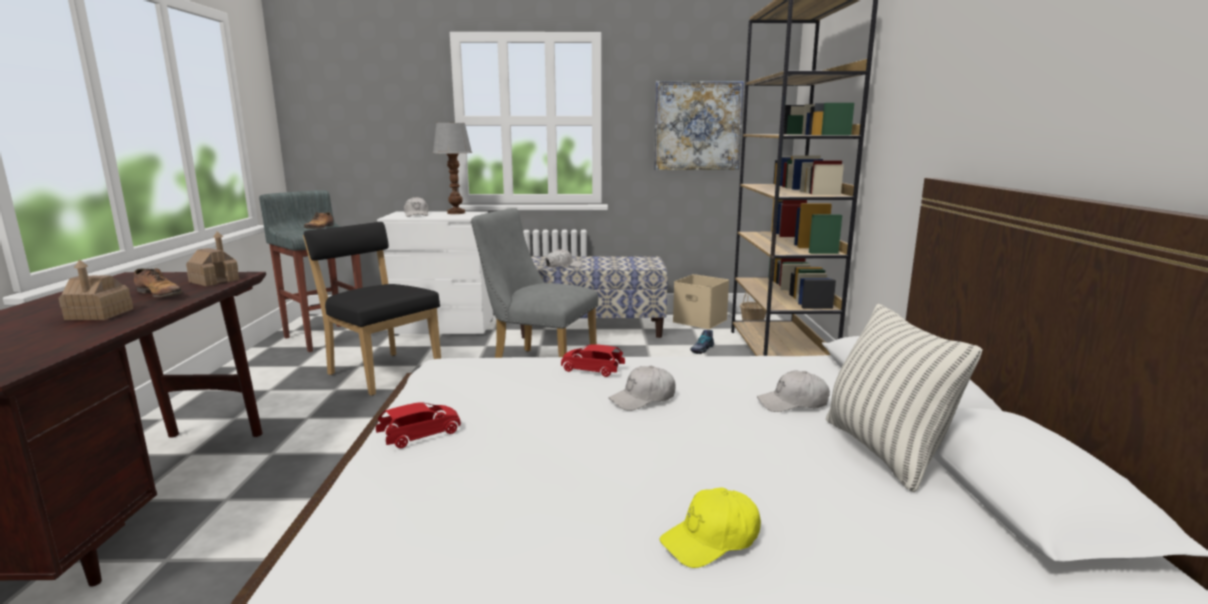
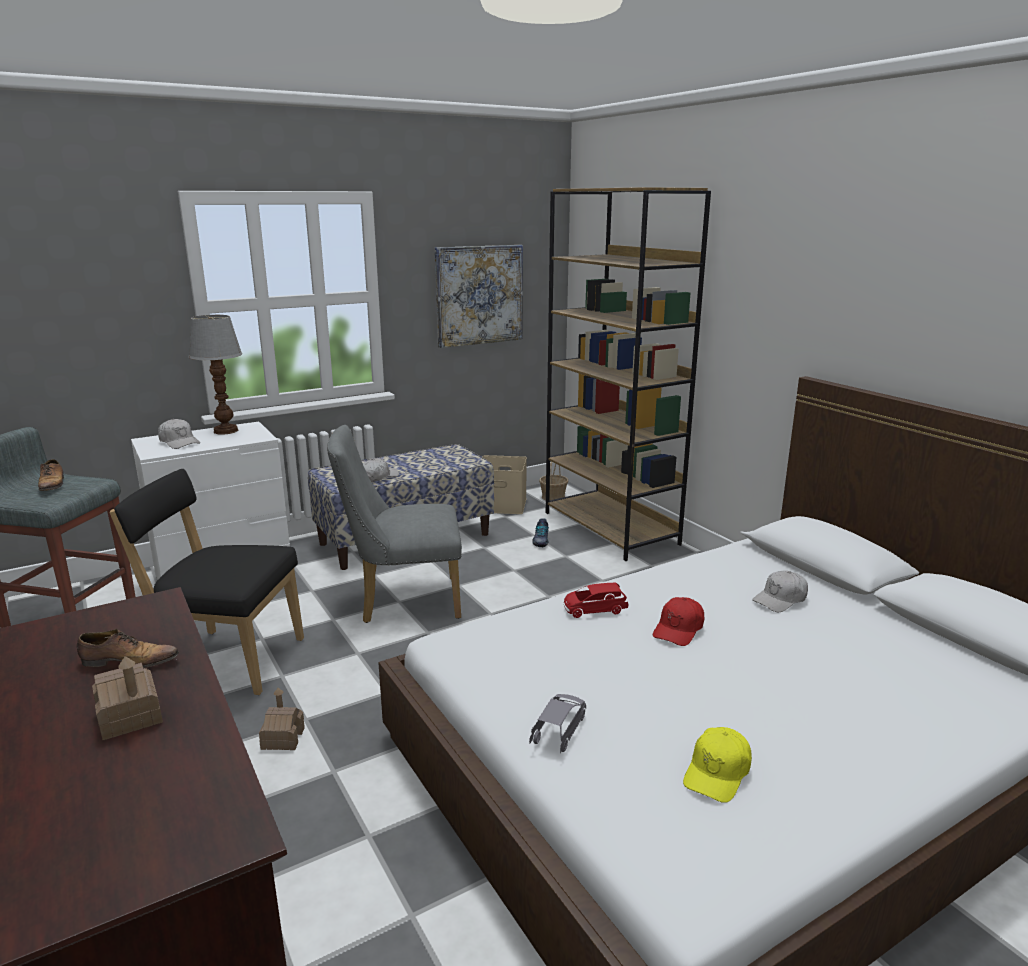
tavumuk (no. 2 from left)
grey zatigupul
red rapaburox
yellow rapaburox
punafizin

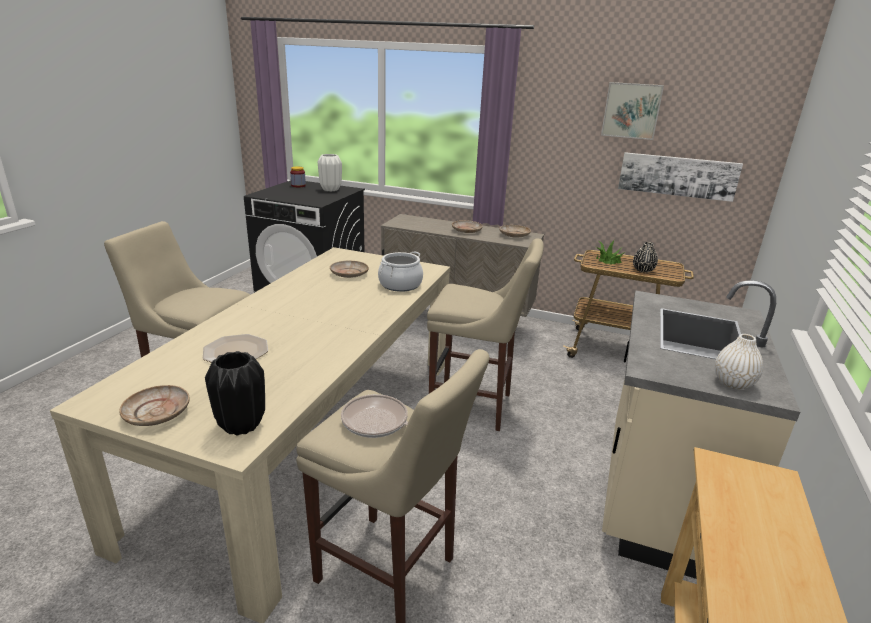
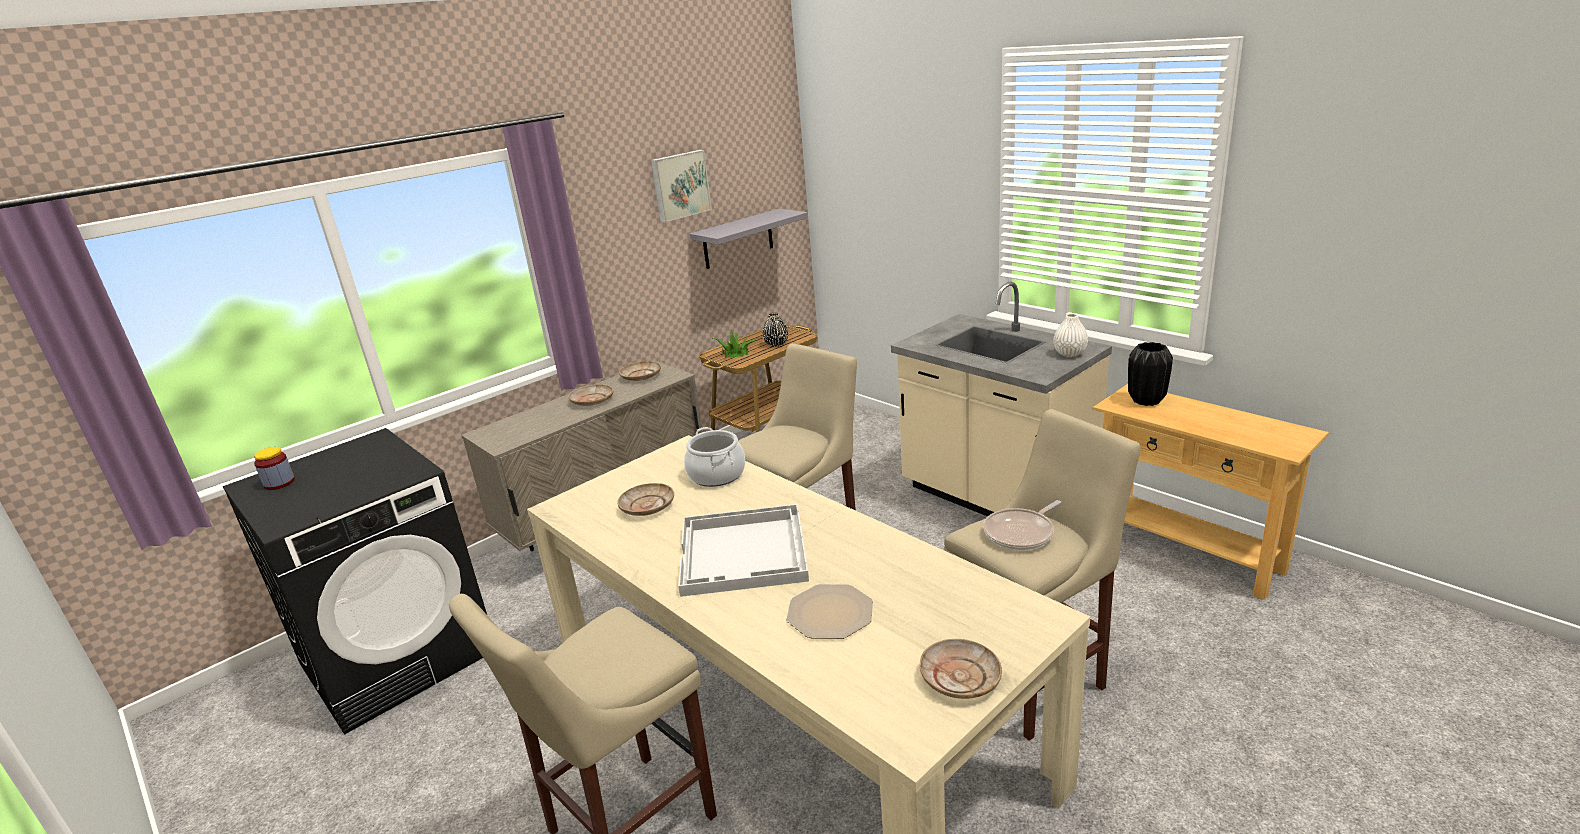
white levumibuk
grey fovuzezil
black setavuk (no. 2 from left)
white setavuk (no. 1 from left in the first image)

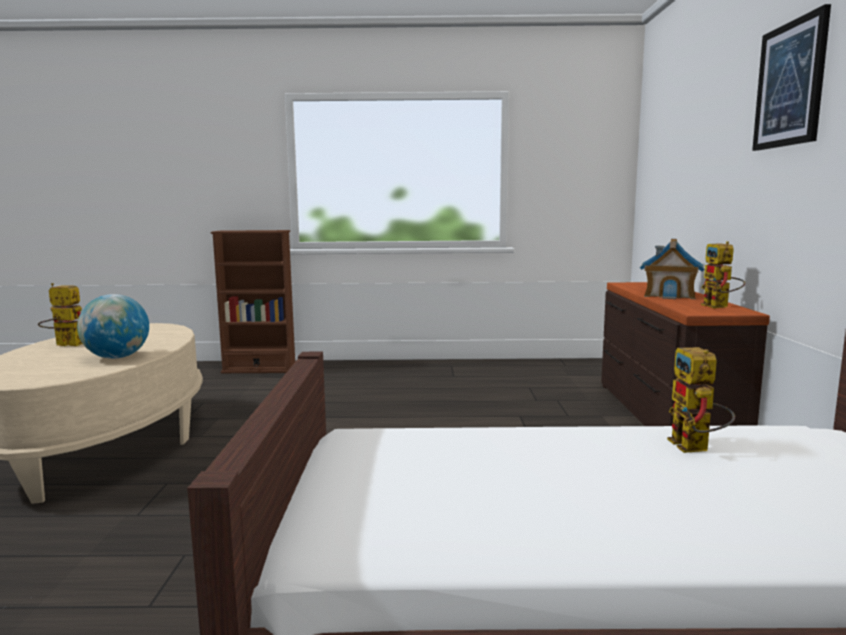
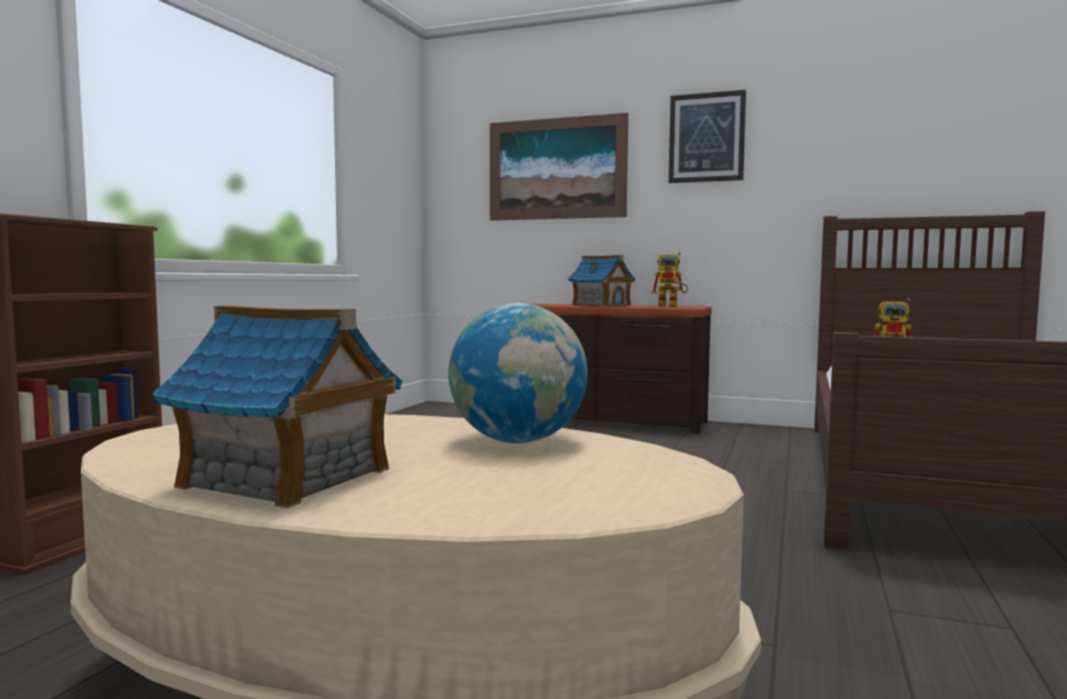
tavumuk (no. 1 from left)
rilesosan (no. 1 from left)

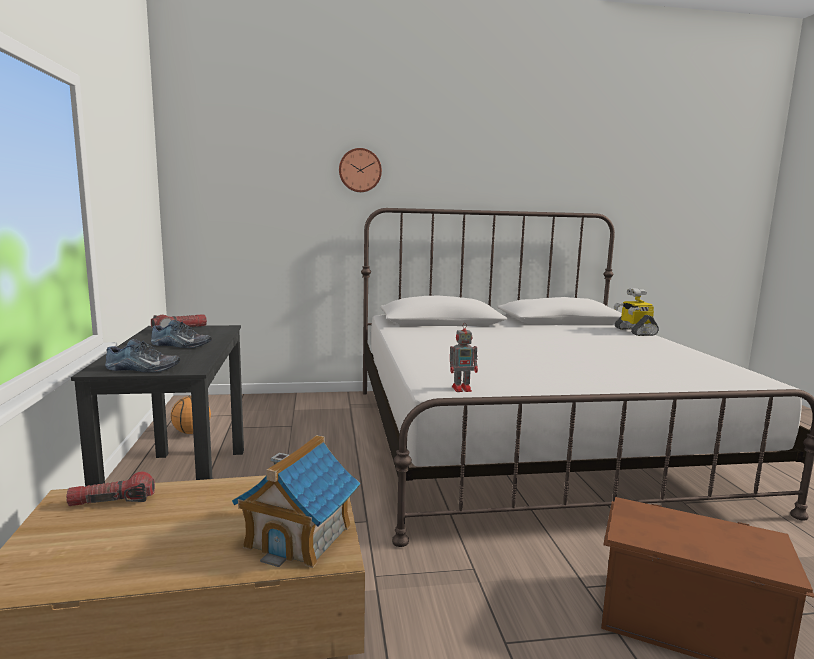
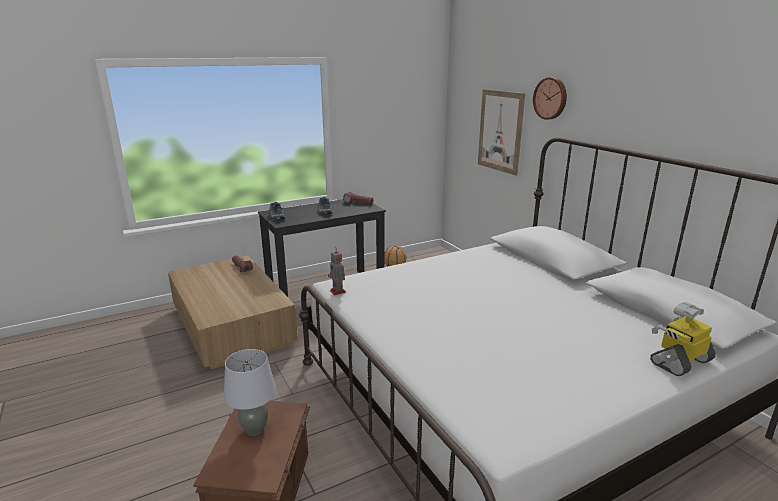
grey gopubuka
rilesosan
tavumuk

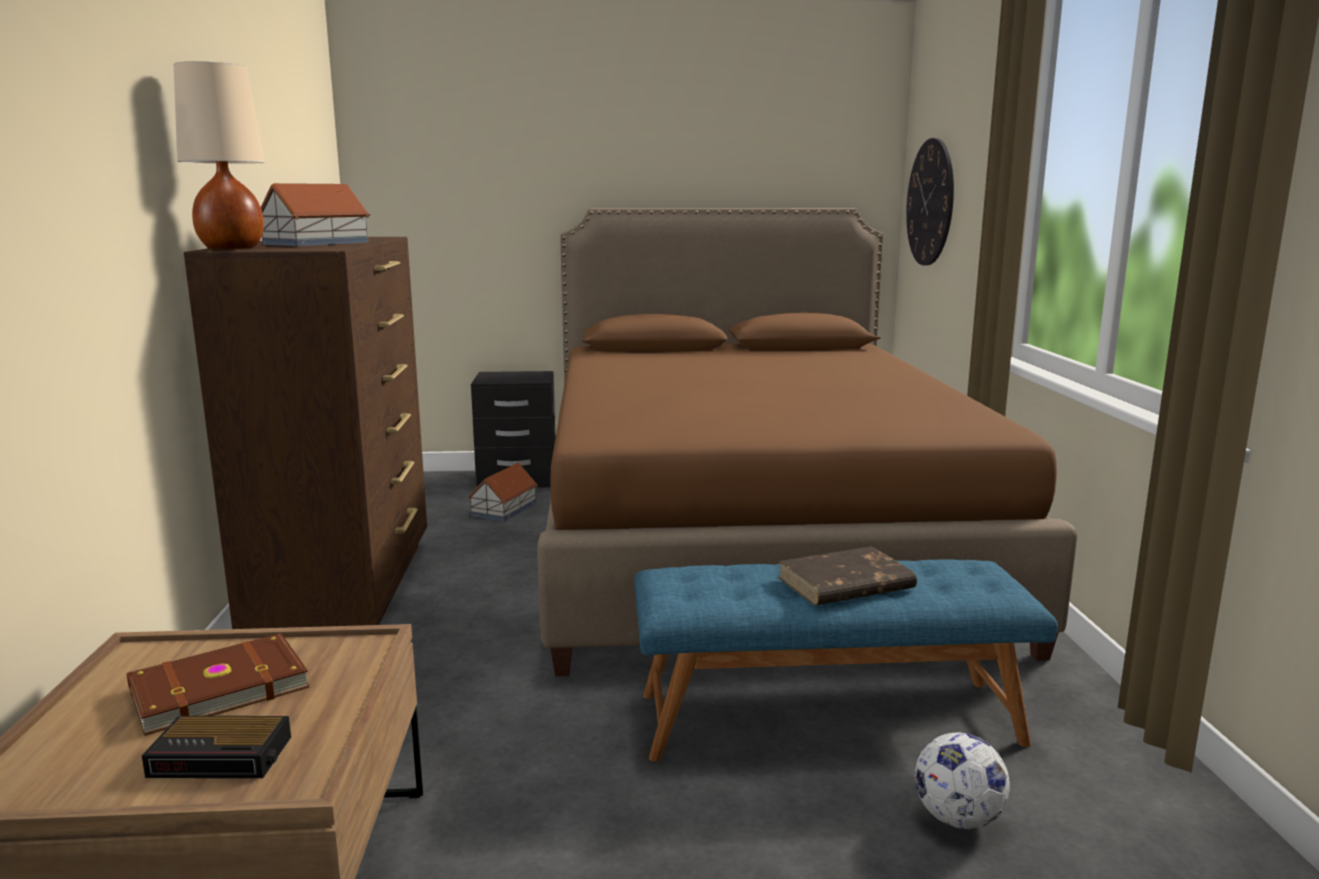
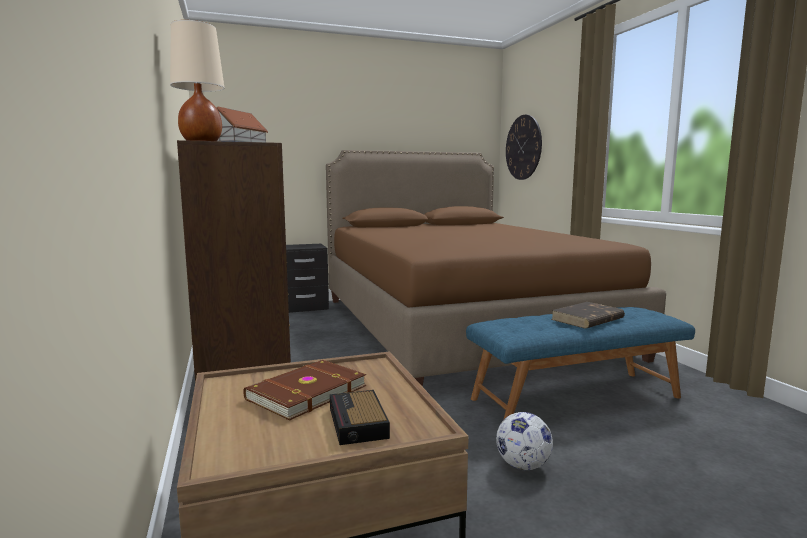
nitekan
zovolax
tavumuk (no. 2 from left in the first image)

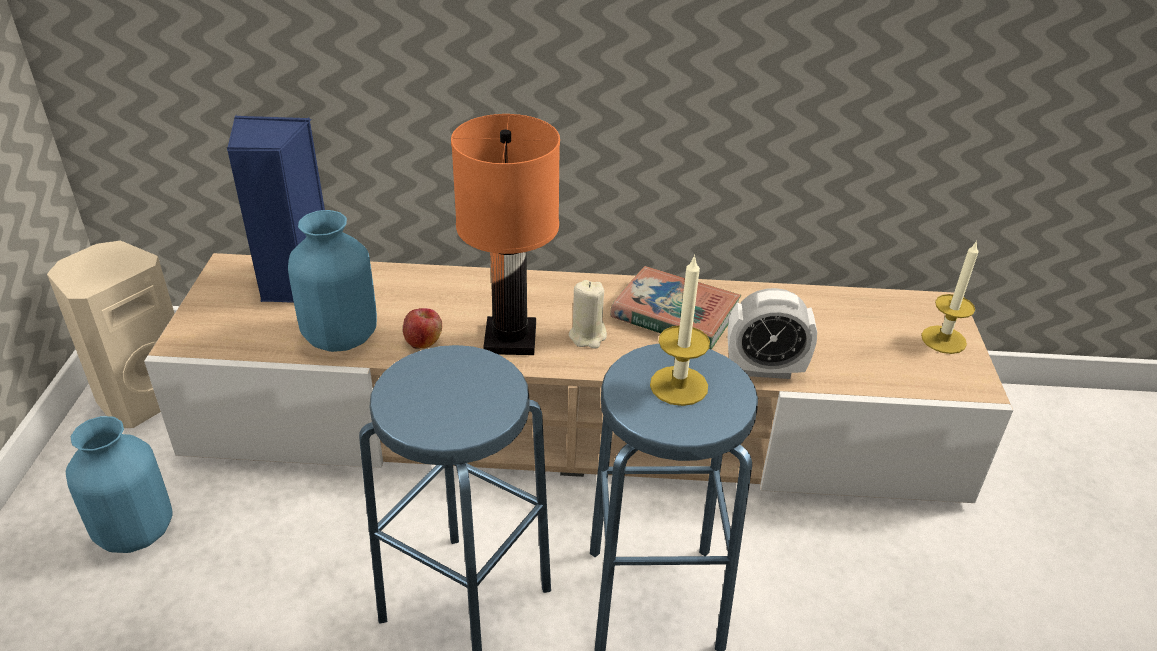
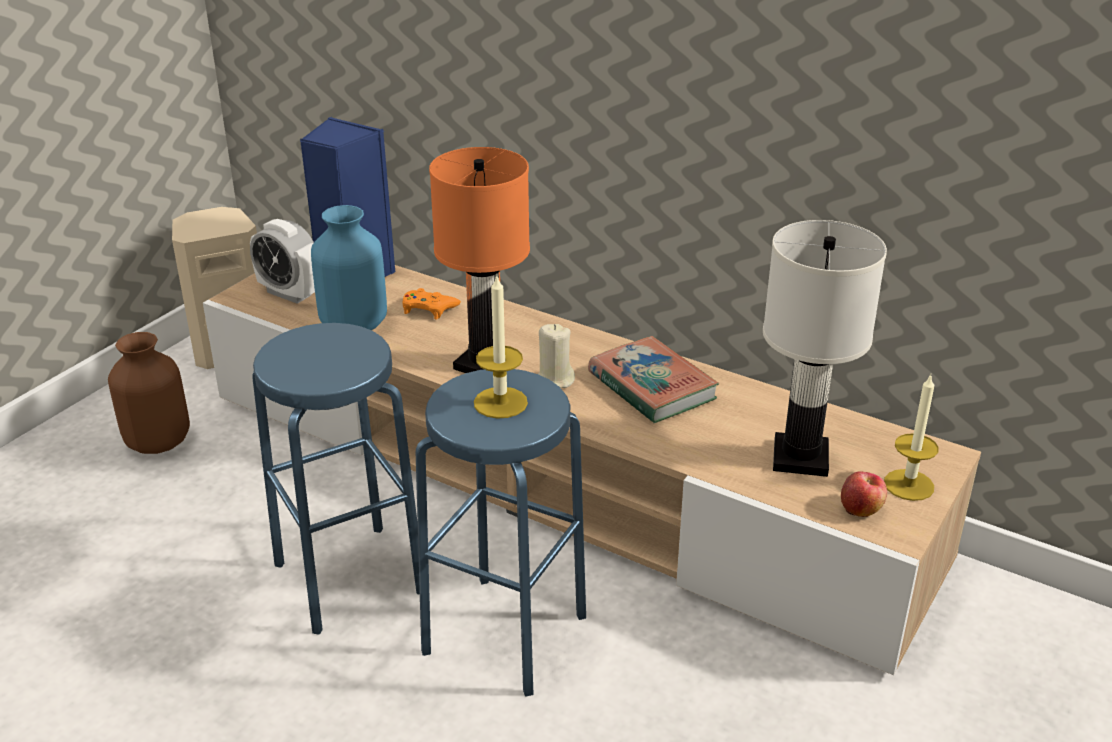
brown setavuk
nitekan
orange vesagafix
white gopubuka
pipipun

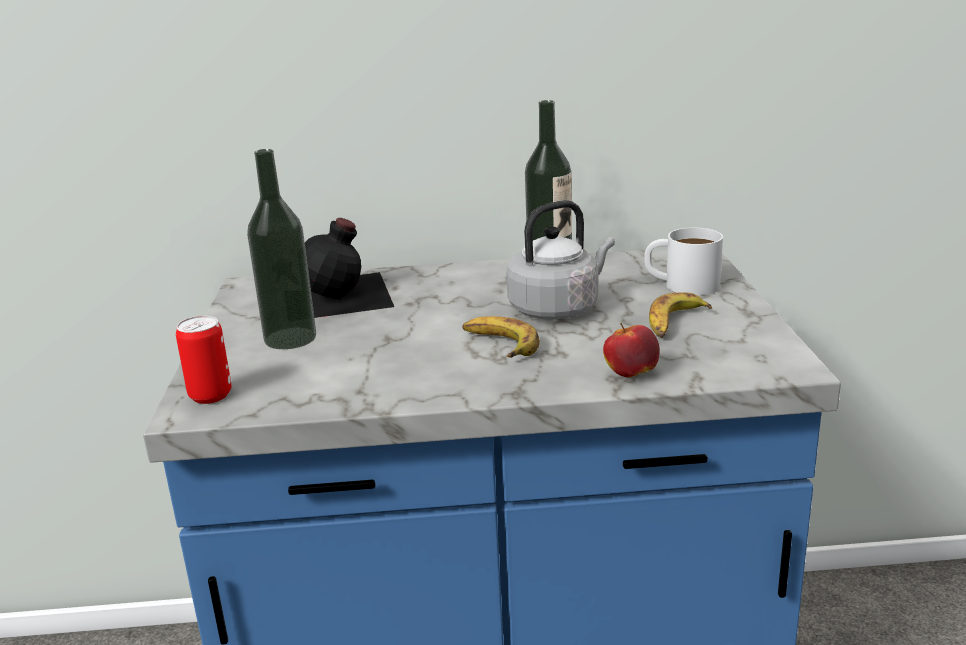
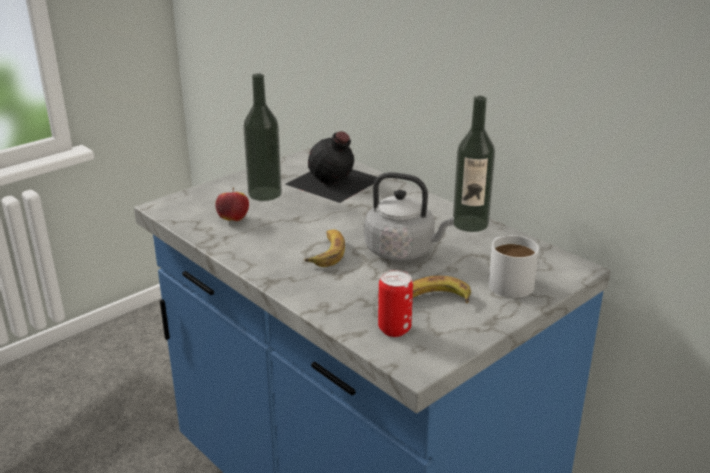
pipipun
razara

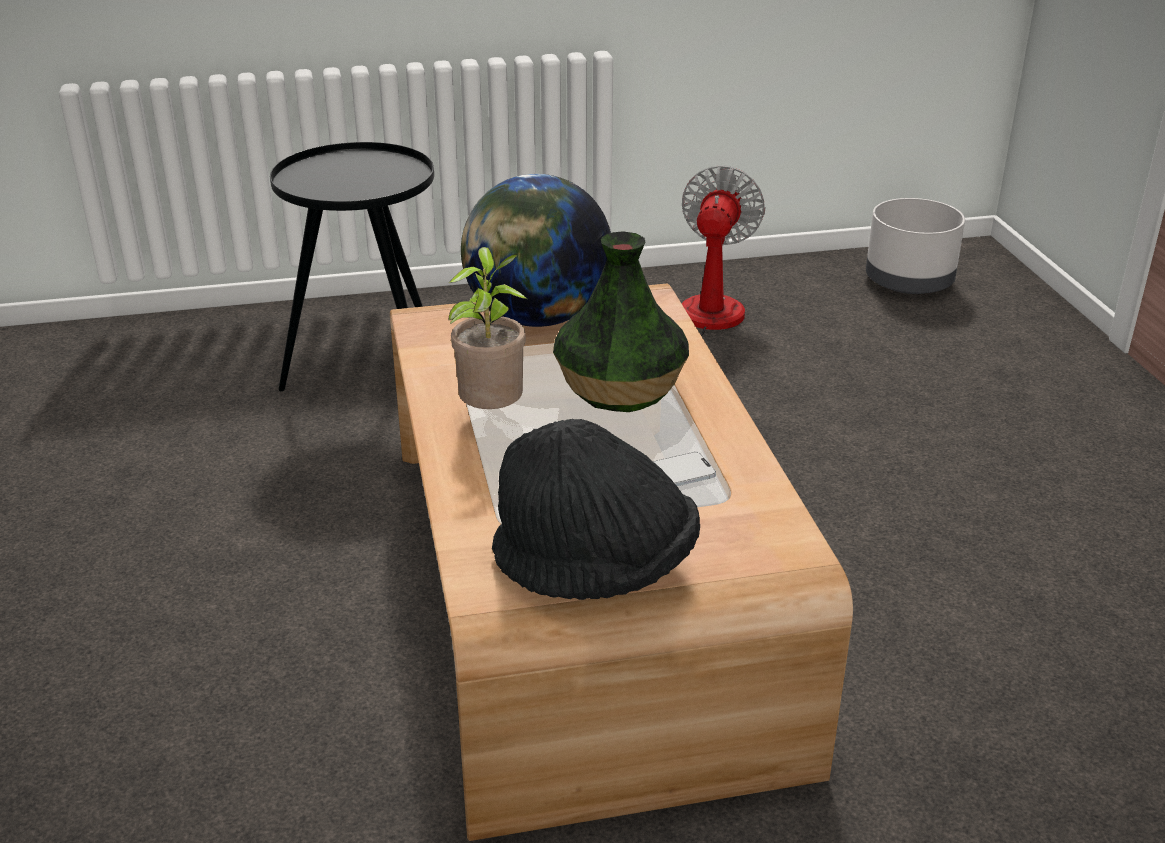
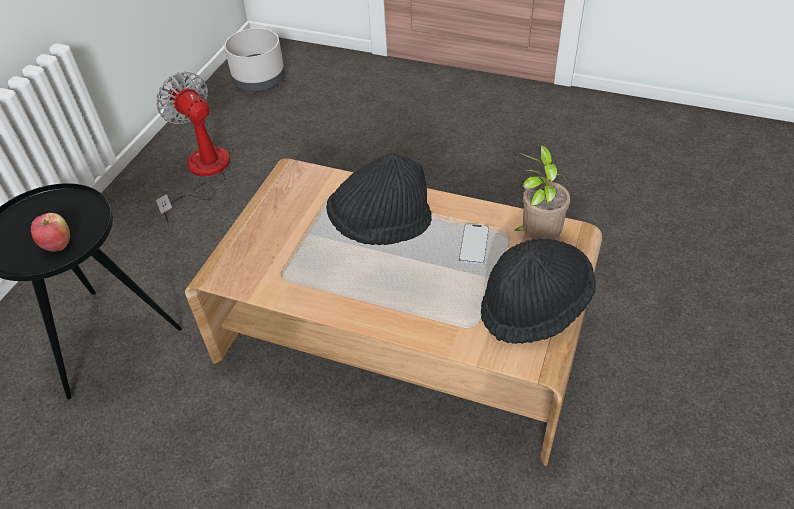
pipipun
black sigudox (no. 1 from left)
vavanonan
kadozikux

